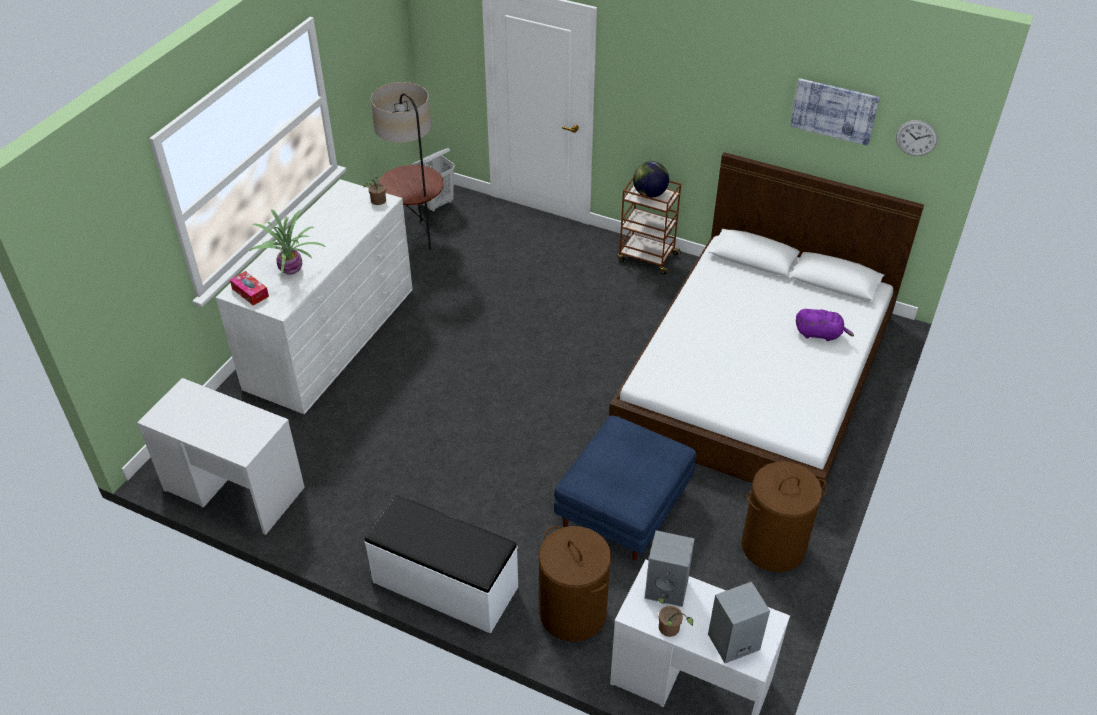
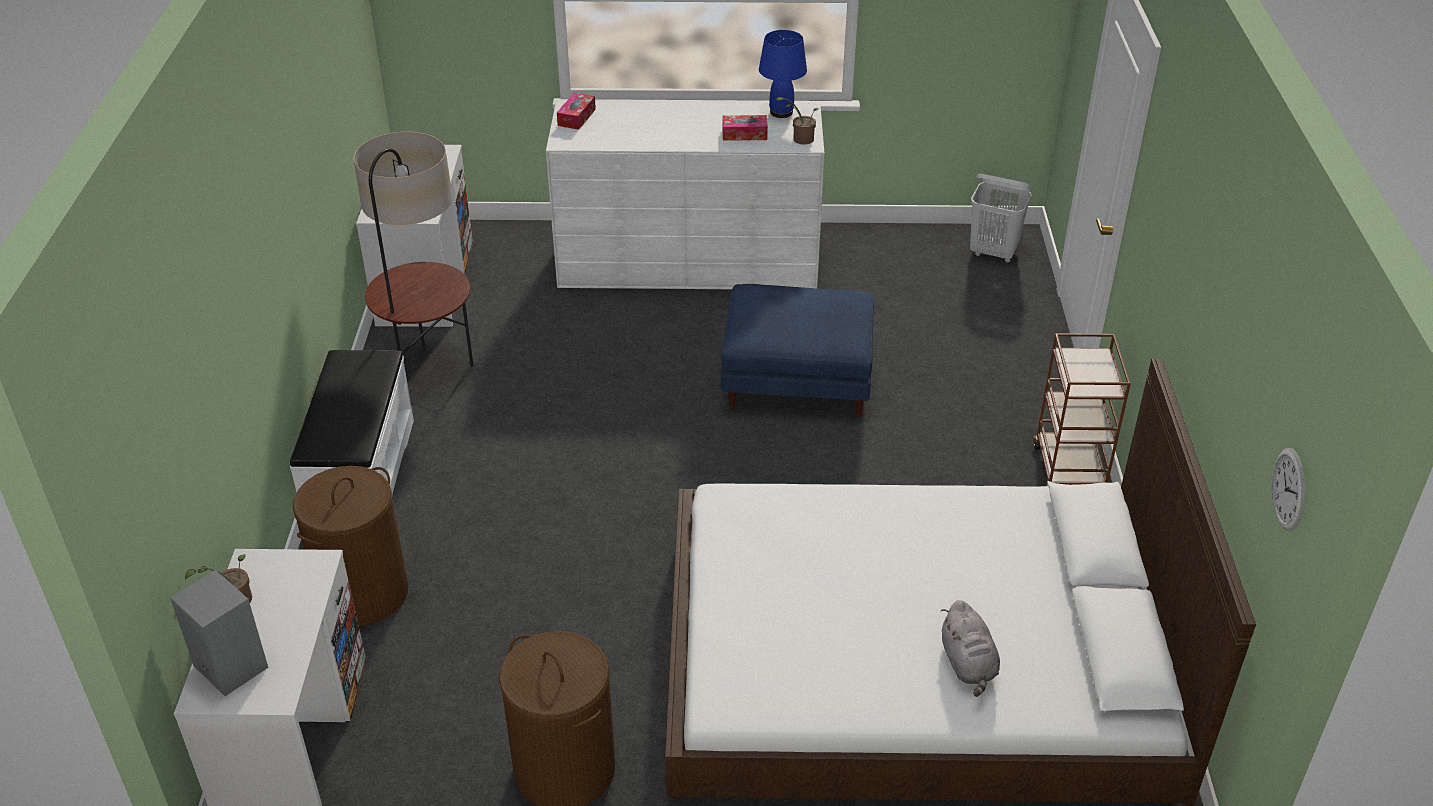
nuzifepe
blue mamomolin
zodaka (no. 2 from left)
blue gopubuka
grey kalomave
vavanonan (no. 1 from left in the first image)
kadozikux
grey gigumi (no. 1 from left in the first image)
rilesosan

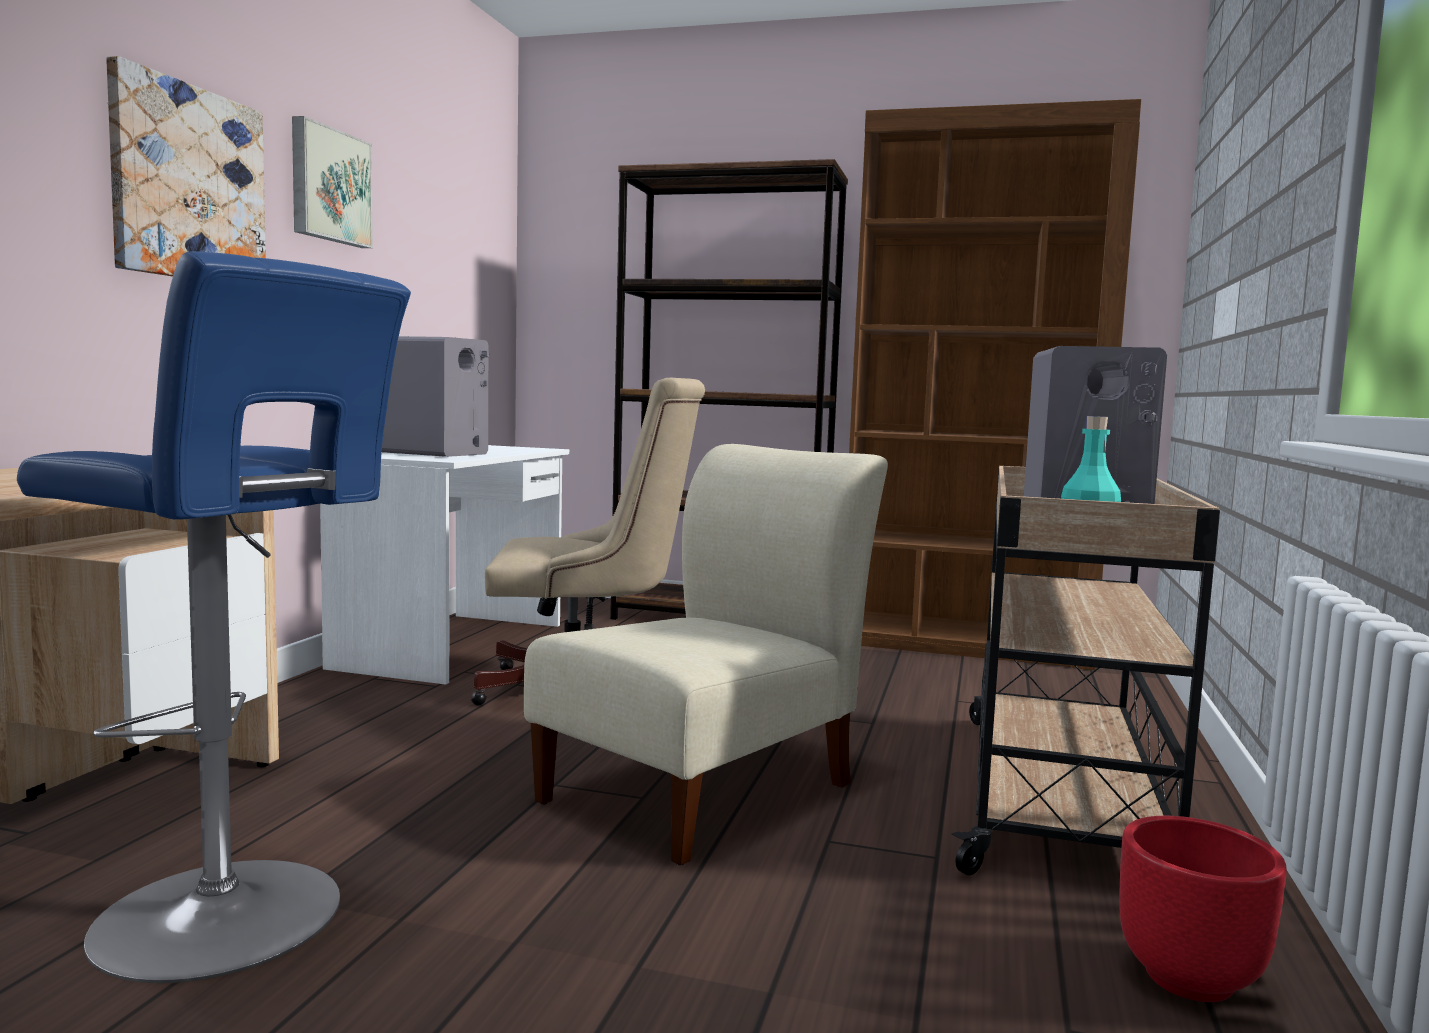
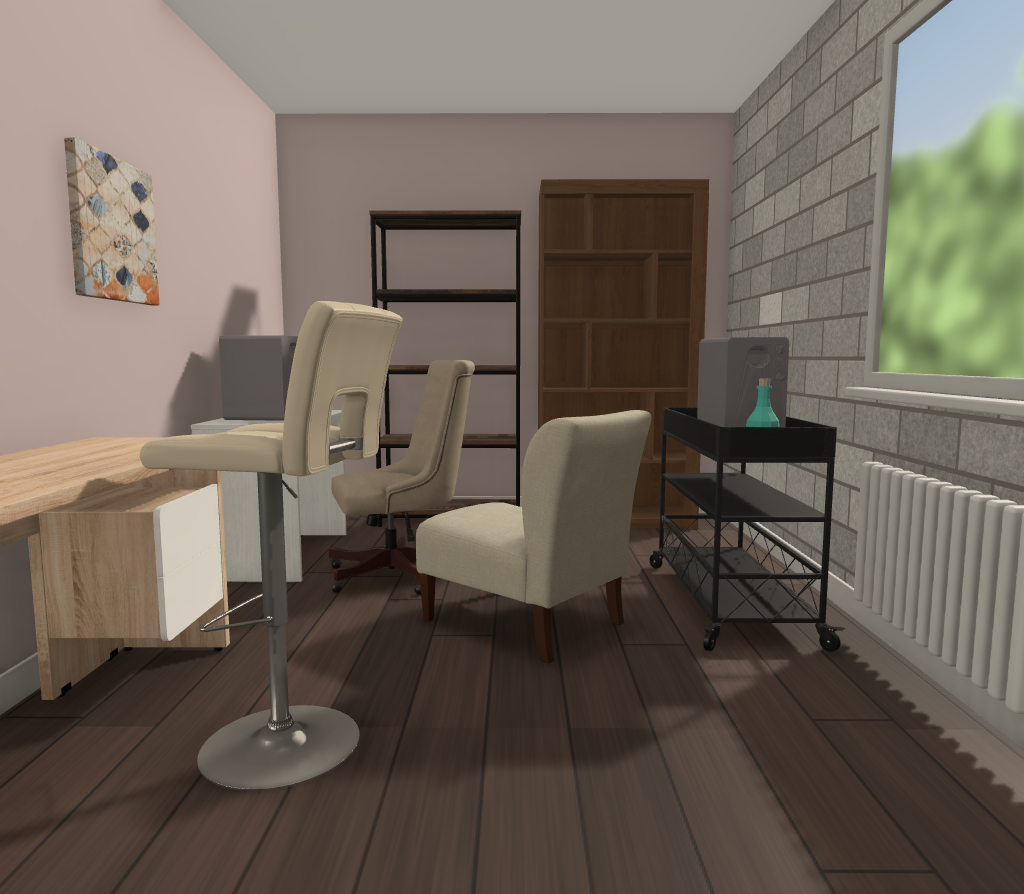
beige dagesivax
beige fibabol
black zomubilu
rilesosan (no. 2 from left in the first image)
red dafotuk

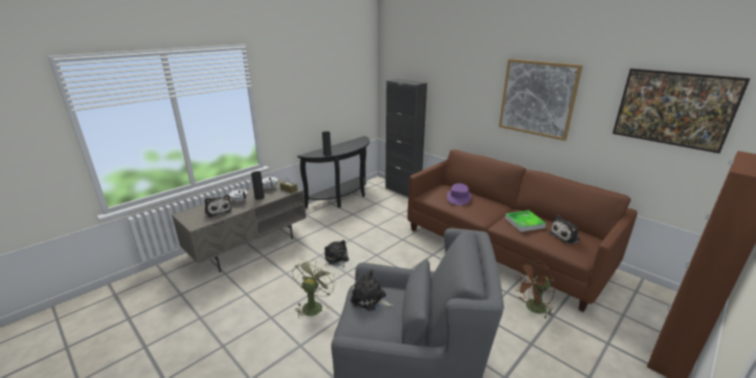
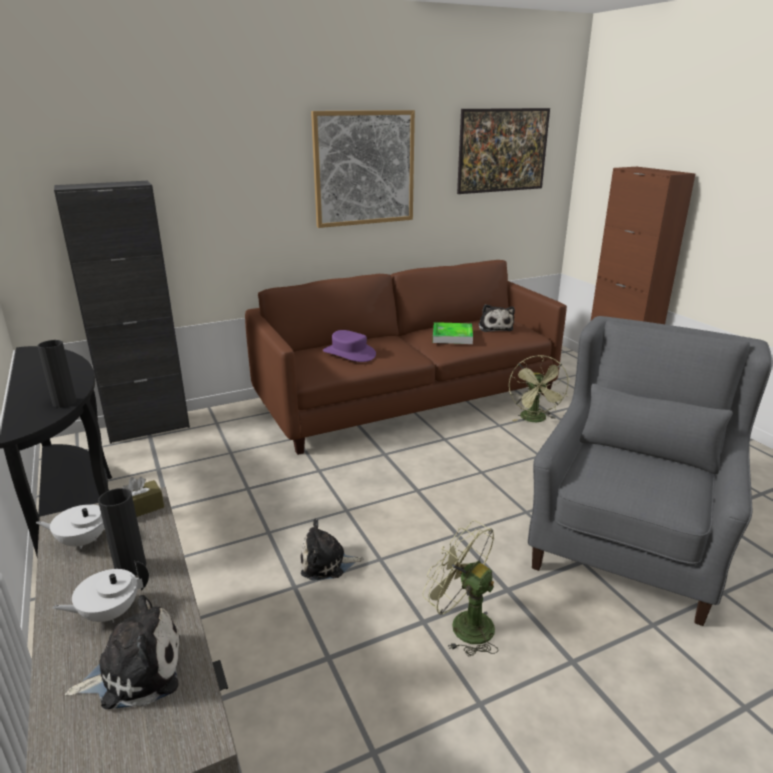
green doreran (no. 2 from left)
kalomave (no. 3 from left in the first image)

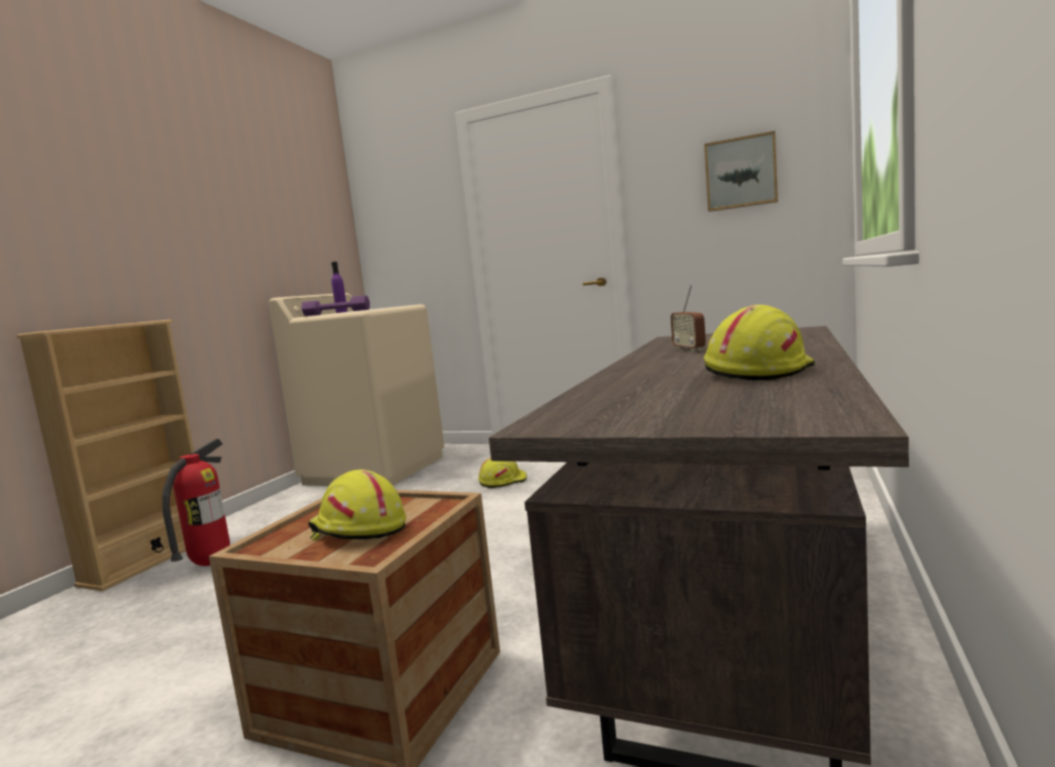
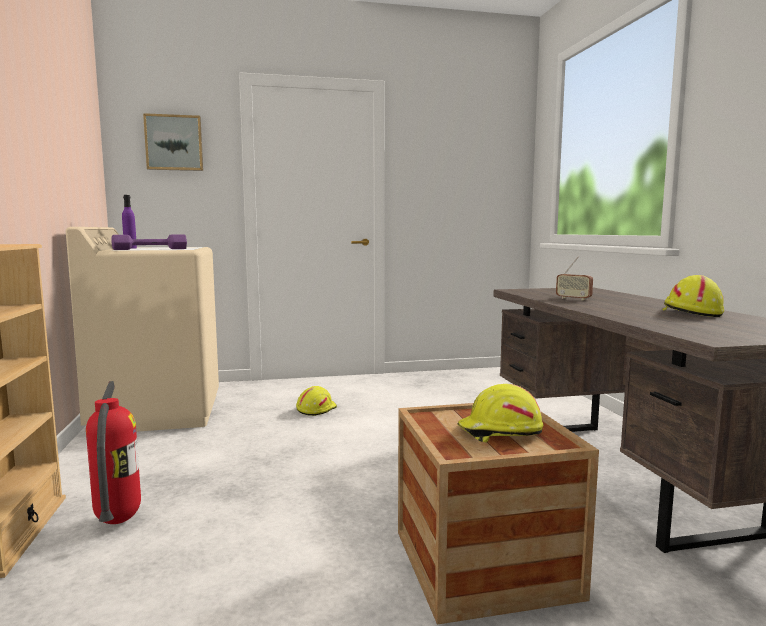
rilesosan

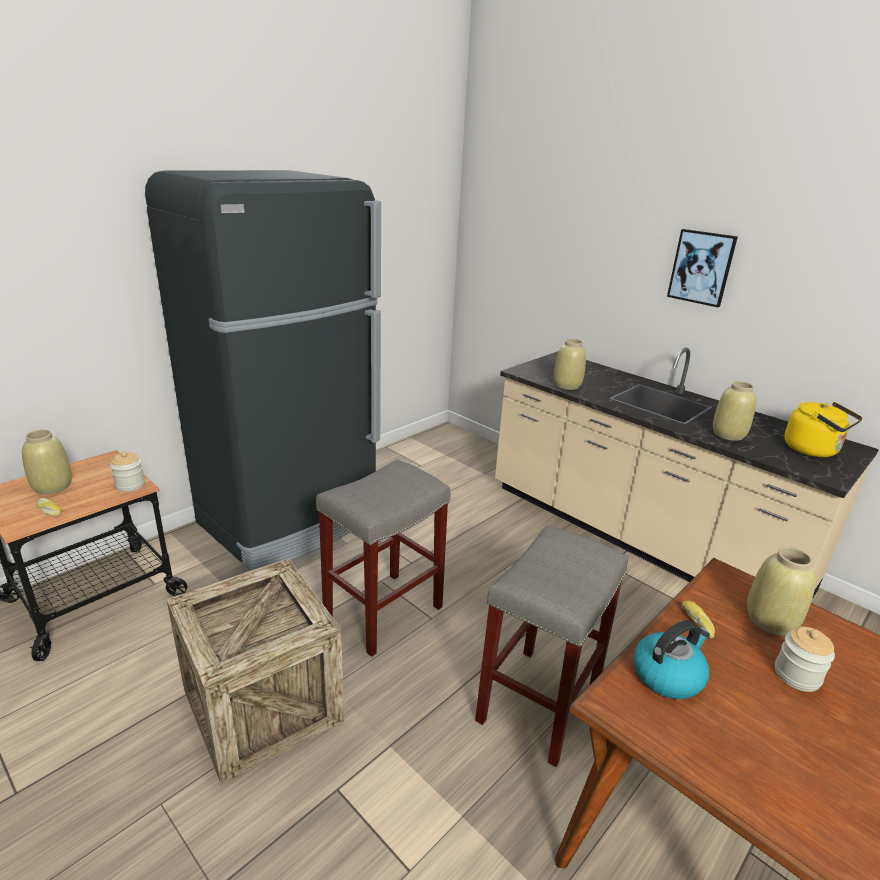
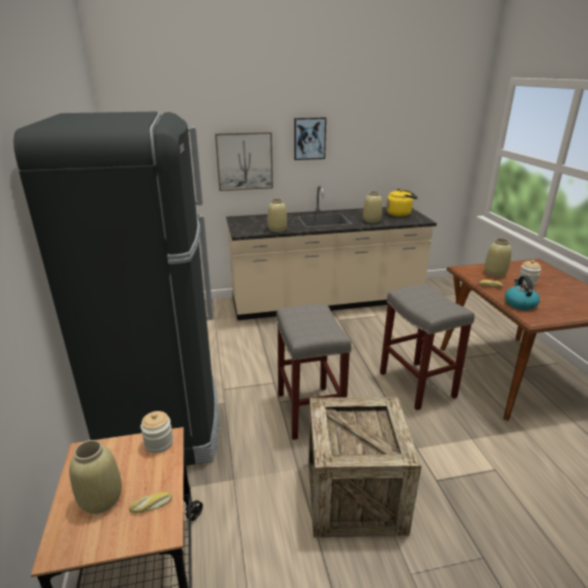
rilesosan (no. 1 from left)

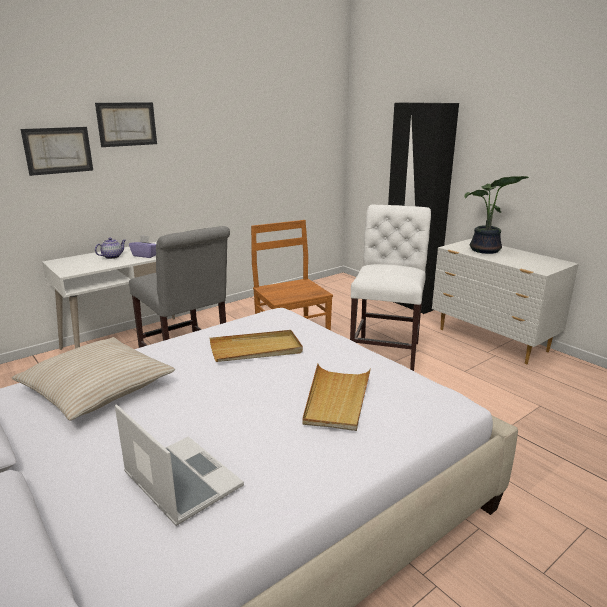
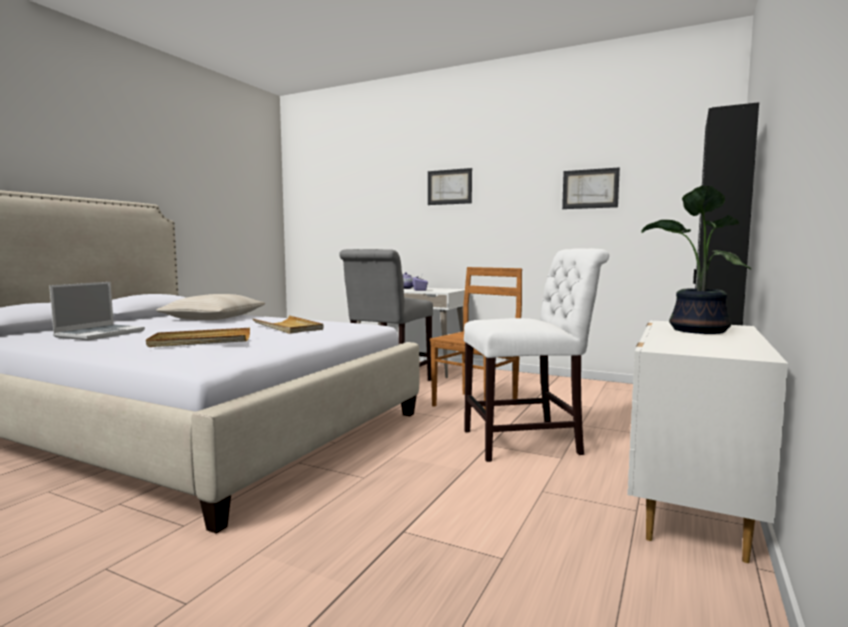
rilesosan (no. 2 from left)

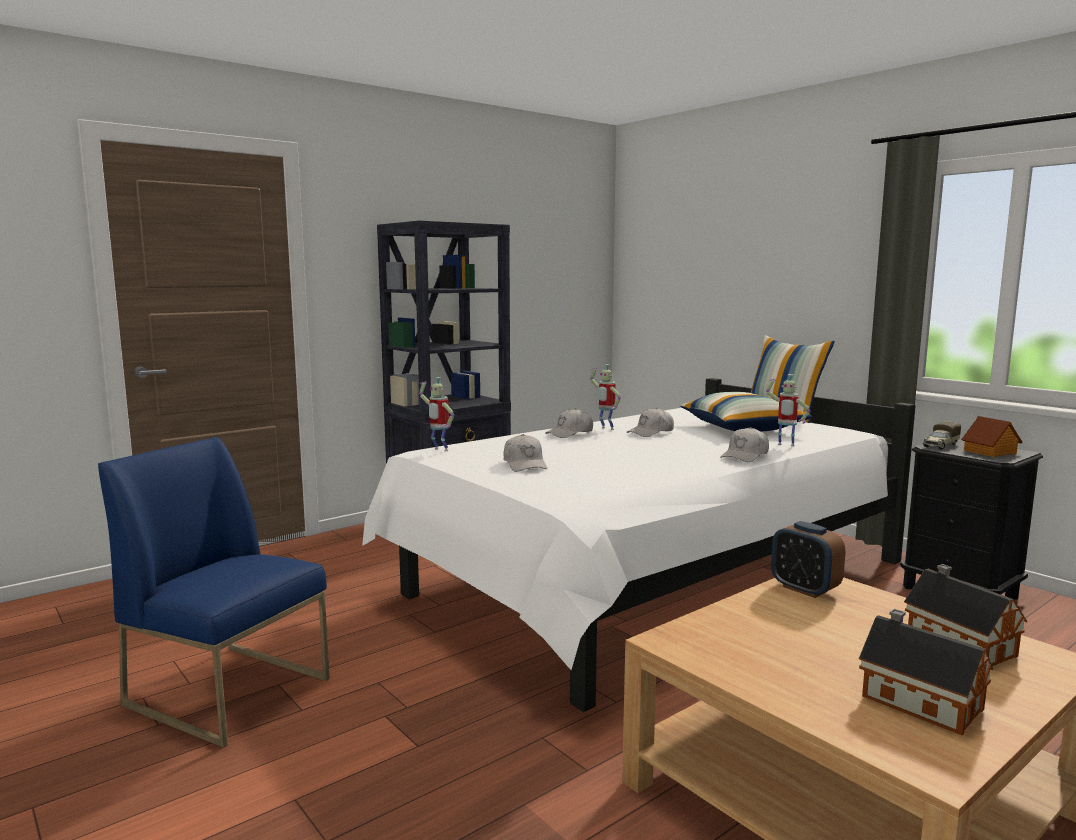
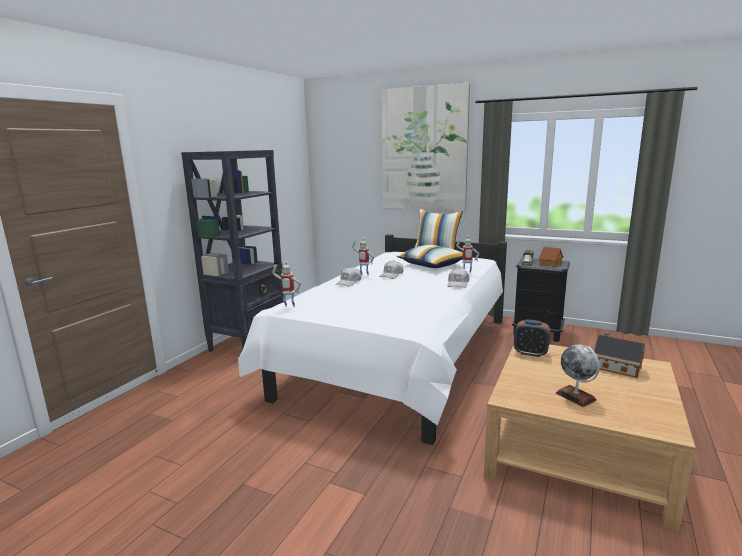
rilesosan
kadozikux
blue fibabol
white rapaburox (no. 1 from left in the first image)
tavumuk (no. 1 from left in the first image)

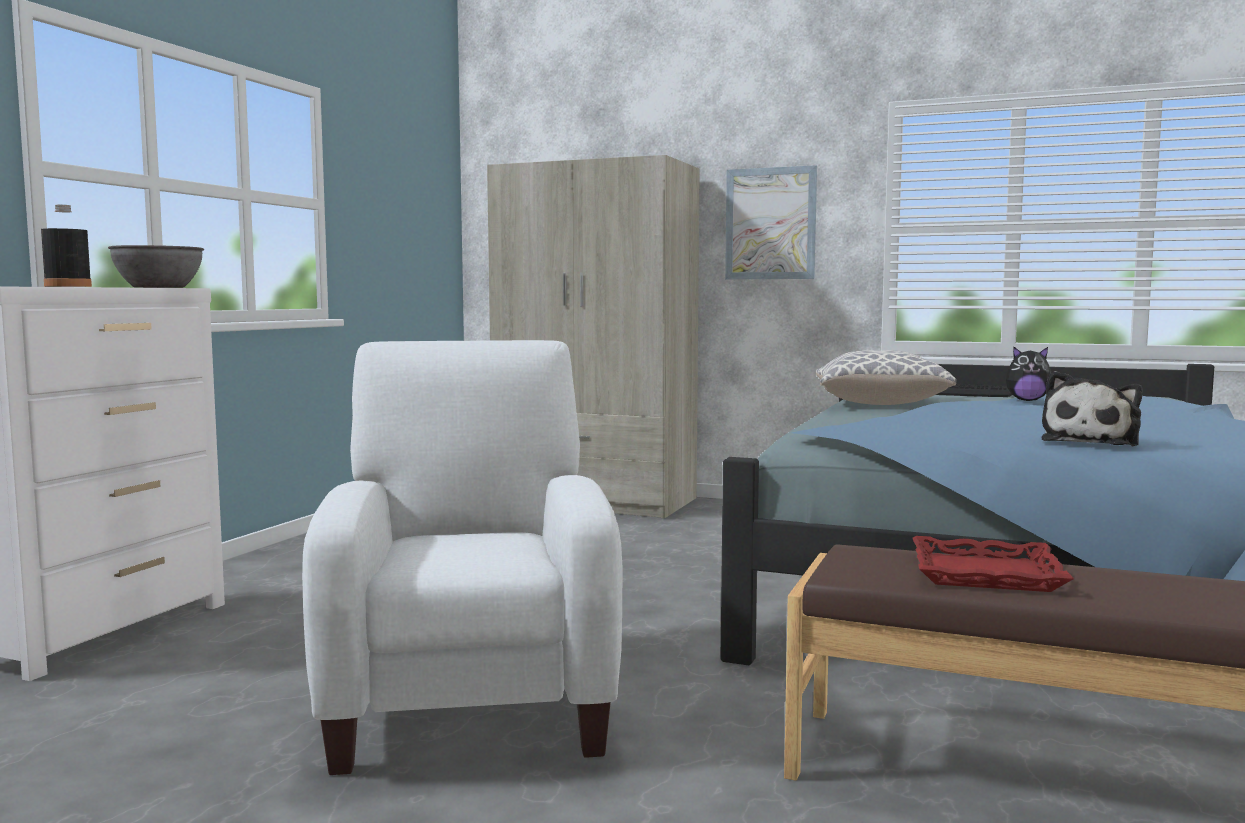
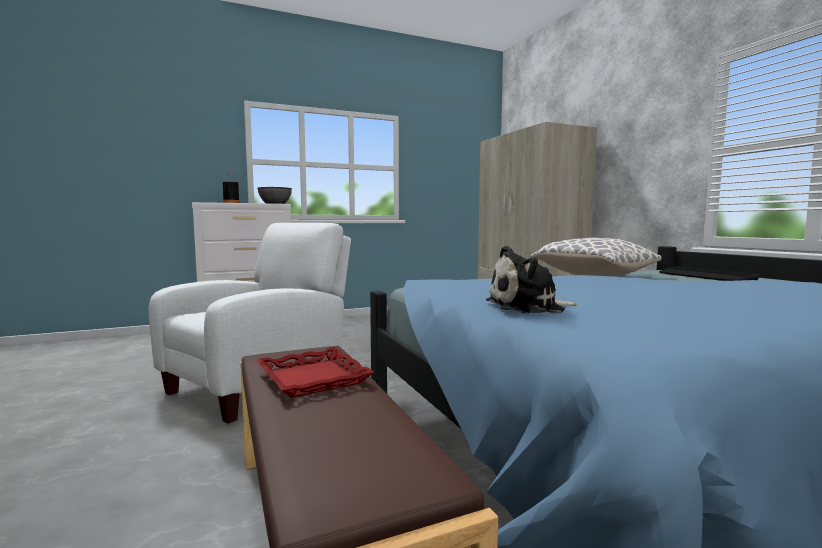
rilesosan
kalomave (no. 1 from left in the first image)

